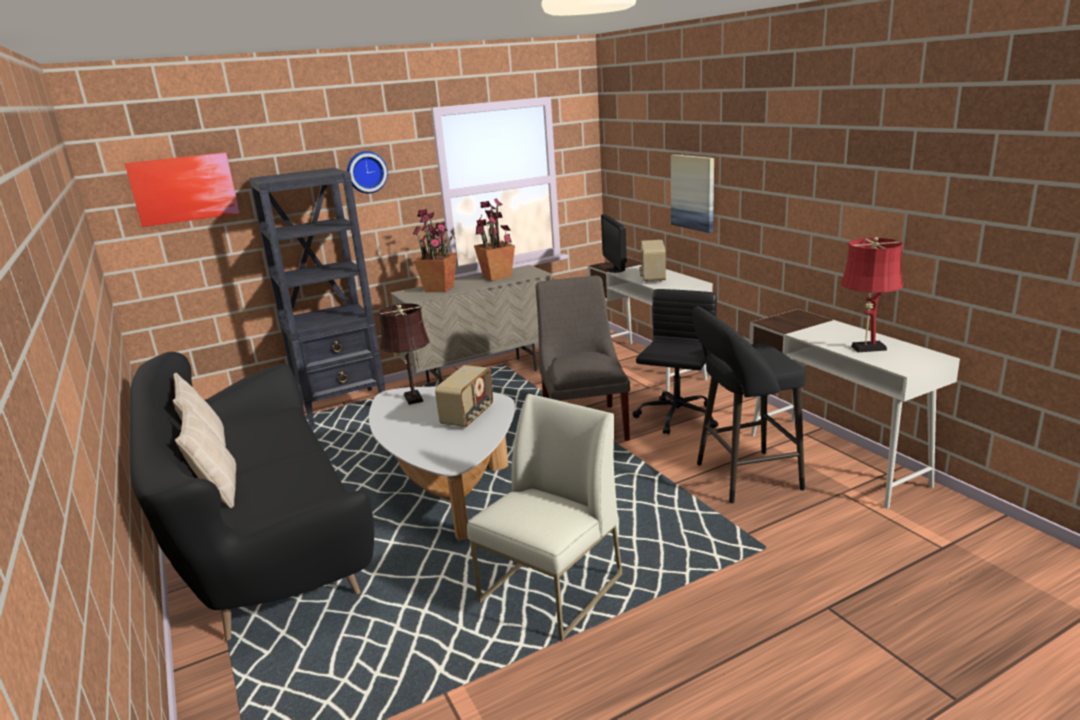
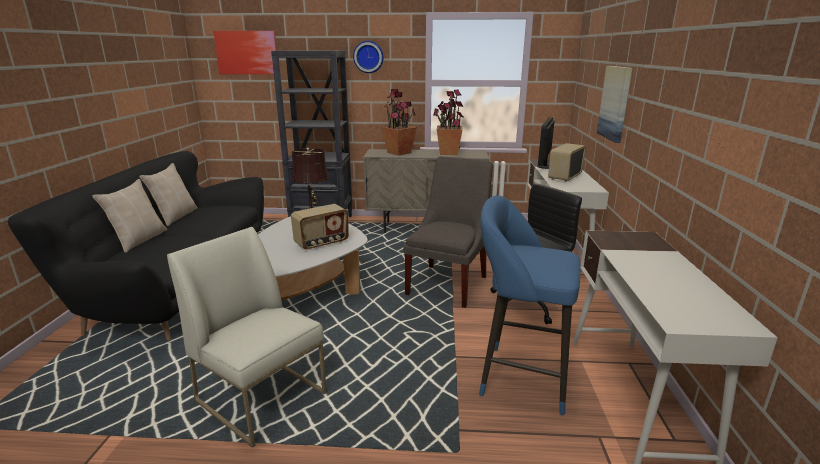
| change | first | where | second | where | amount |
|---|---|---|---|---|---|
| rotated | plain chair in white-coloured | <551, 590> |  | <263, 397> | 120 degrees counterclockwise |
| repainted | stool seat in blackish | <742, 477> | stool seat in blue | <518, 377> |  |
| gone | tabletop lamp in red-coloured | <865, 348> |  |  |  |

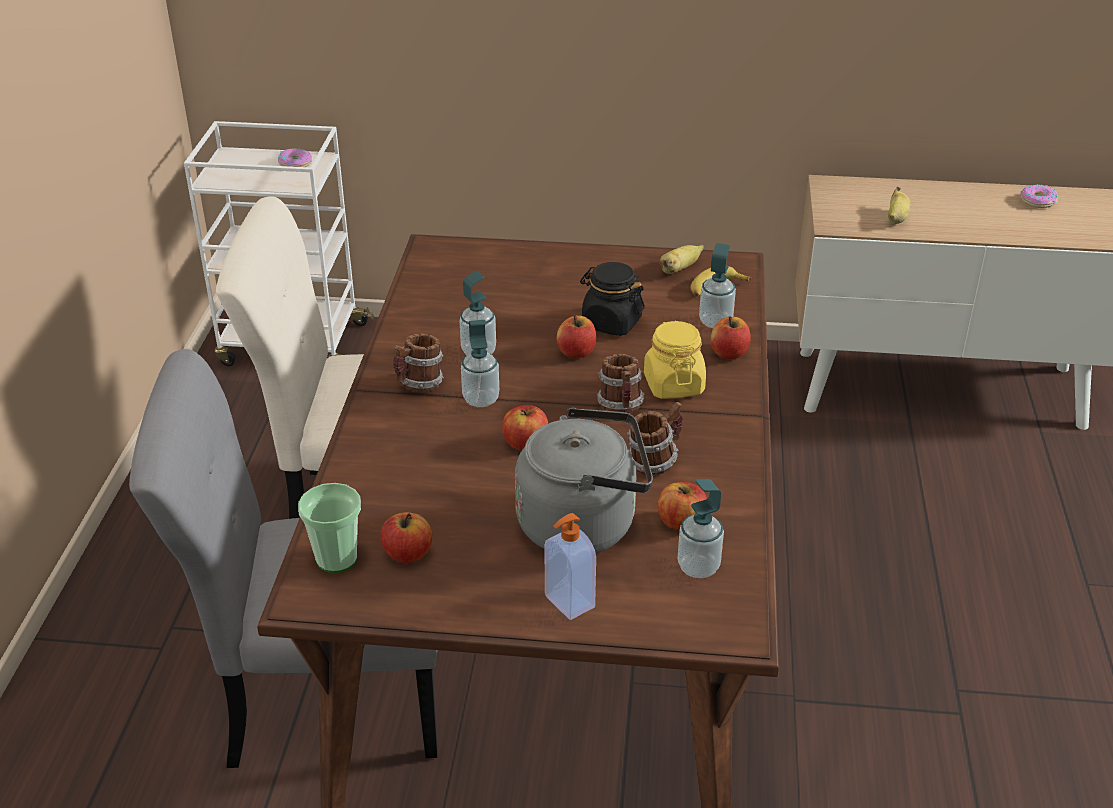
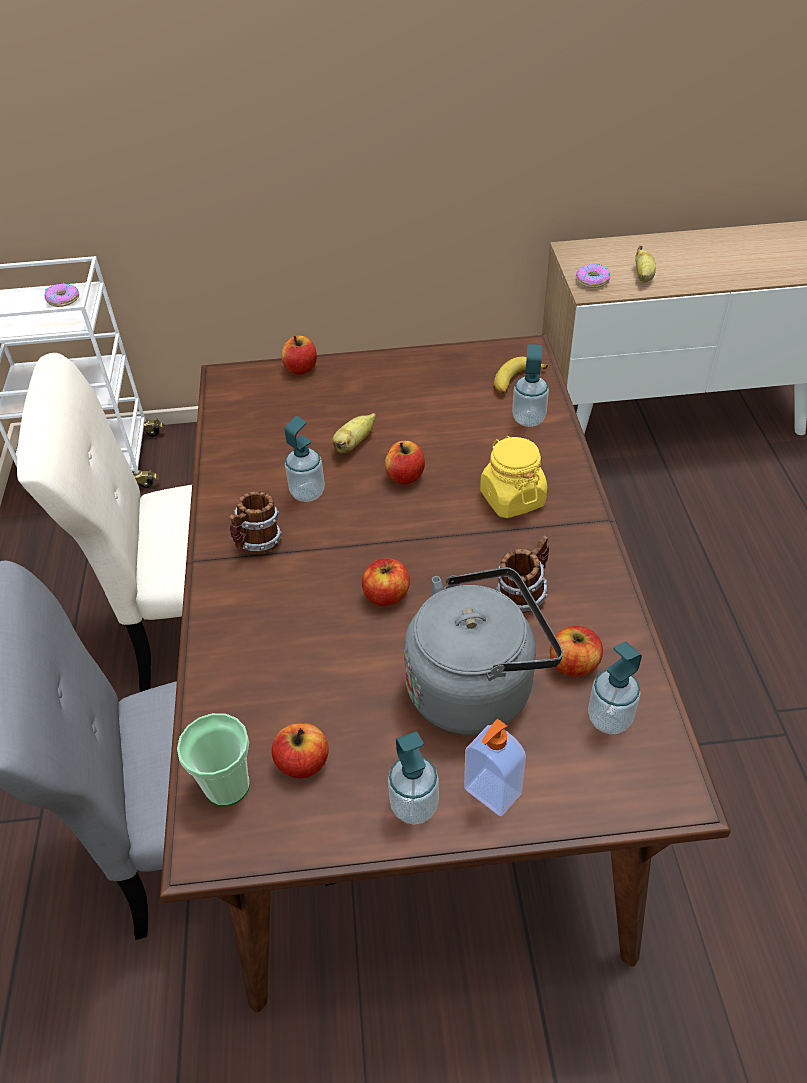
| change | first | where | second | where | amount |
|---|---|---|---|---|---|
| shifted | apple | <729, 353> |  | <301, 368> |  |
| shifted | banana | <679, 269> |  | <354, 443> |  |
| shifted | soap bottle | <481, 399> |  | <414, 806> |  |
| shifted | donut | <1038, 201> |  | <592, 281> |  |
| gone | preserve jar in blackish | <611, 322> |  |  |  |
| gone | tea mug | <621, 407> |  |  |  |

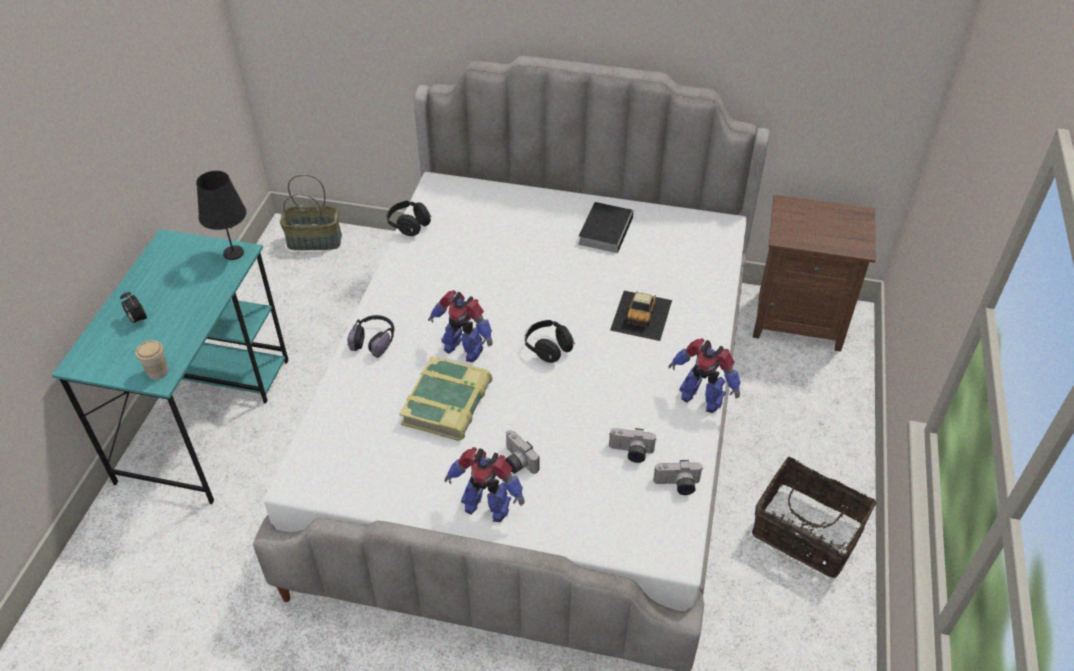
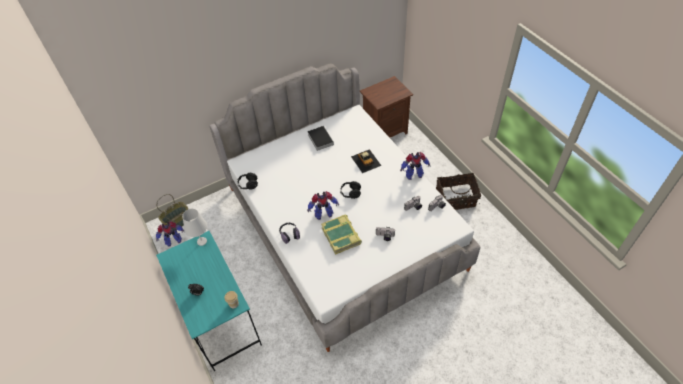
| change | first | where | second | where | amount |
|---|---|---|---|---|---|
| shifted | robot figure | <486, 506> |  | <173, 241> |  |
| repainted | tabletop lamp in blackish | <233, 253> | tabletop lamp in white-coloured | <202, 241> |  |

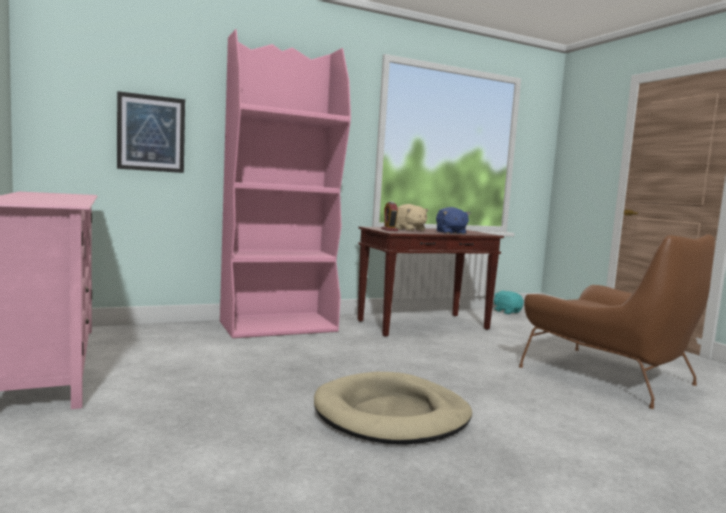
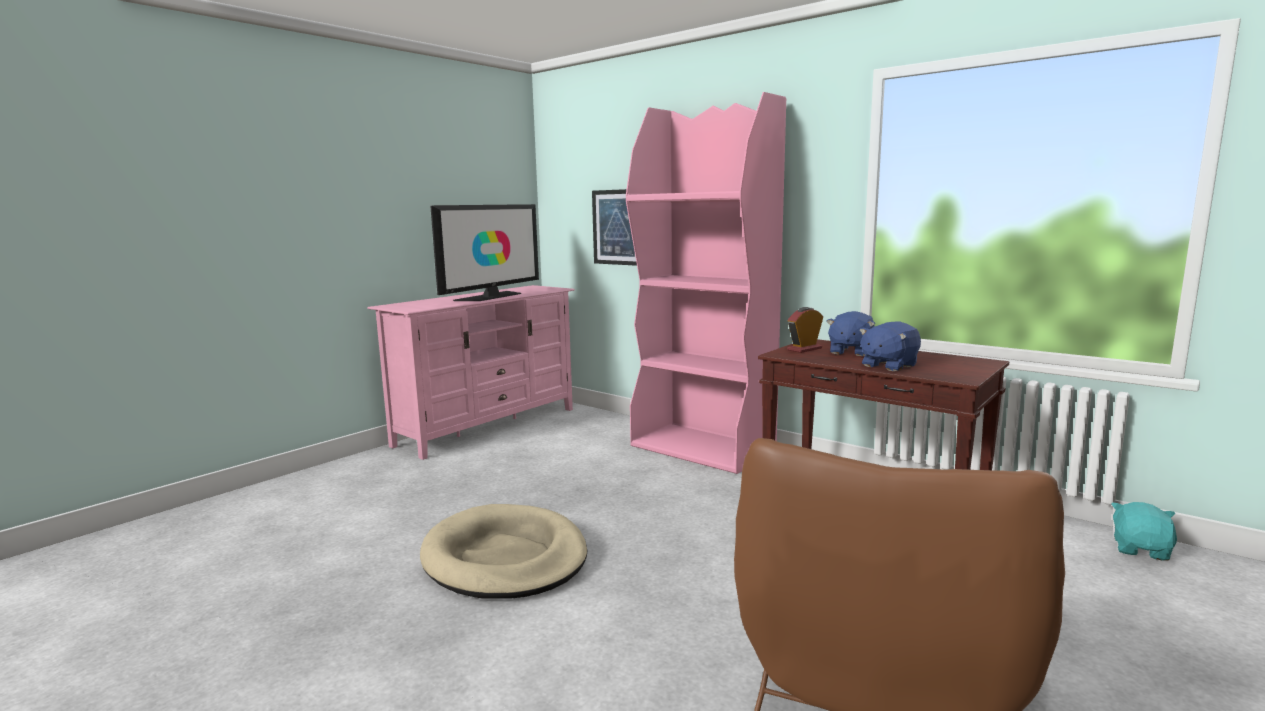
| change | first | where | second | where | amount |
|---|---|---|---|---|---|
| new |  |  | television | <491, 296> |  |
| repainted | plush toy in beige-coloured | <409, 229> | plush toy in blue | <850, 352> |  |

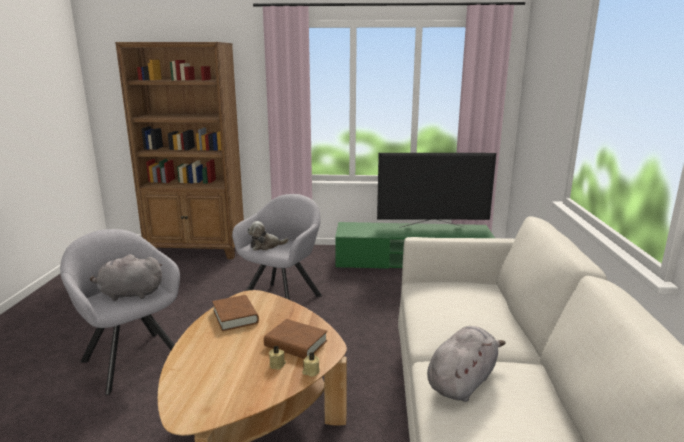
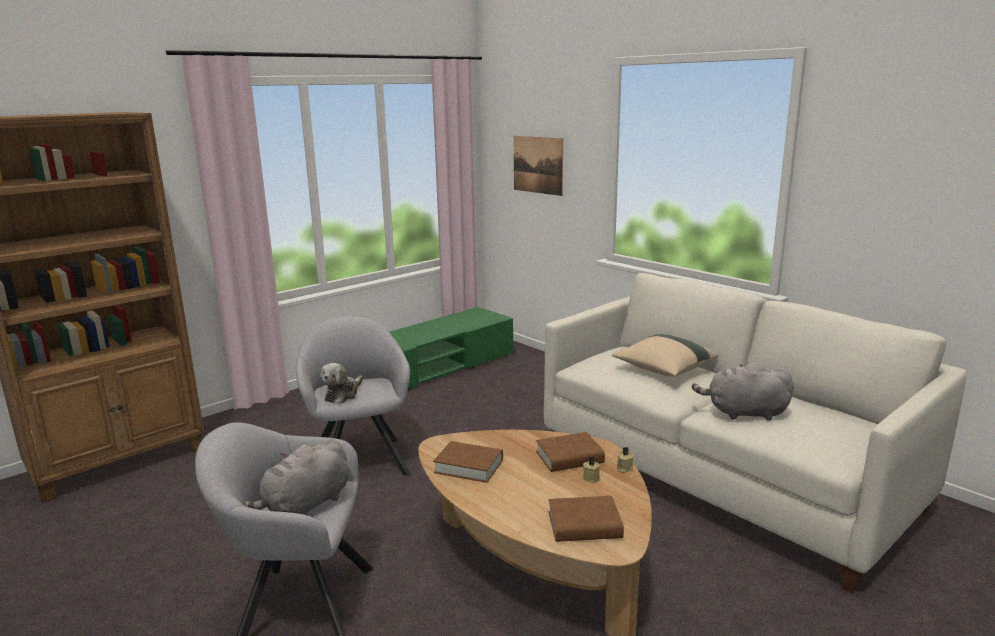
| change | first | where | second | where | amount |
|---|---|---|---|---|---|
| new |  |  | wall art | <538, 165> |  |
| new |  |  | volume in brownish | <584, 525> |  |
| new |  |  | cushion in beige-coloured | <663, 370> |  |
| rotated | plush toy in gray | <462, 381> |  | <743, 413> | 75 degrees counterclockwise |
| gone | television | <432, 227> |  |  |  |

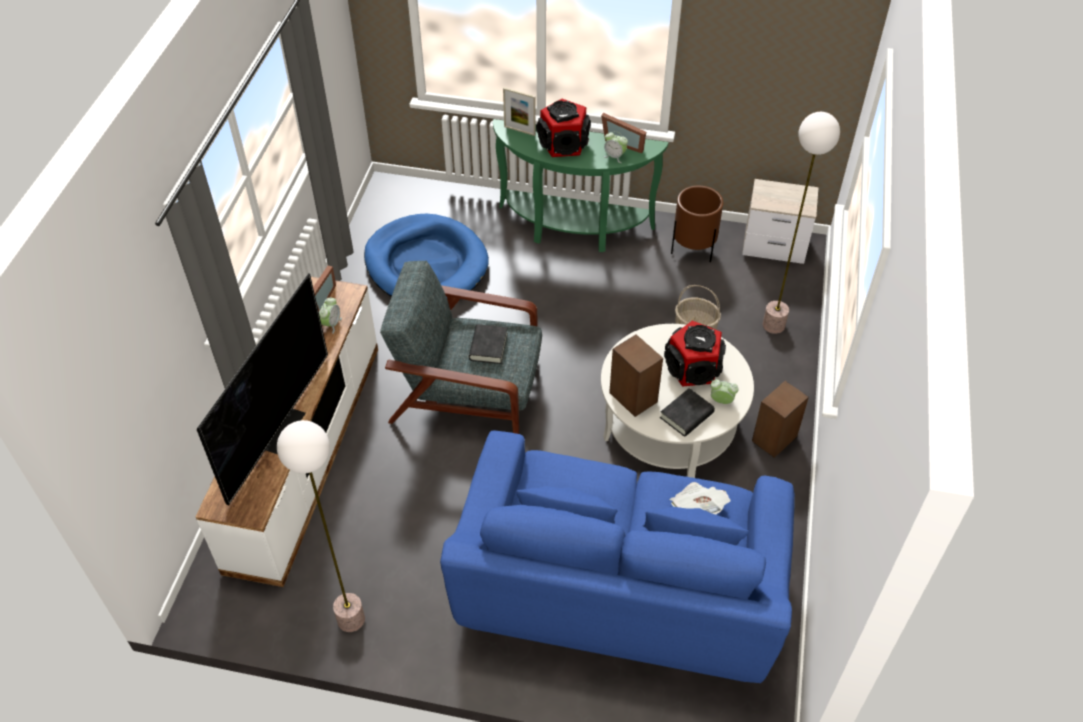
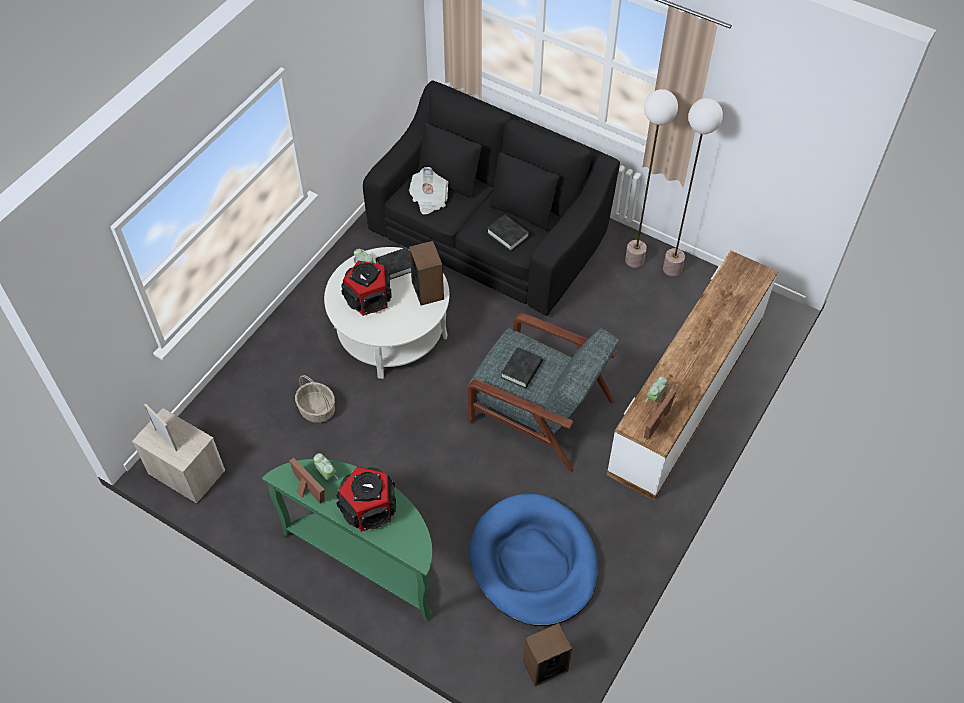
| change | first | where | second | where | amount |
|---|---|---|---|---|---|
| shifted | picture frame | <519, 130> |  | <166, 440> |  |
| repainted | couch in blue | <619, 589> | couch in blackish | <488, 236> |  |
| new |  |  | volume in blackish | <508, 234> |  |
| shifted | speaker | <774, 439> |  | <545, 666> |  |
| shifted | standing lamp | <773, 325> |  | <635, 260> |  |
| gone | television | <279, 428> |  |  |  |
| gone | planter in brownish | <693, 250> |  |  |  |

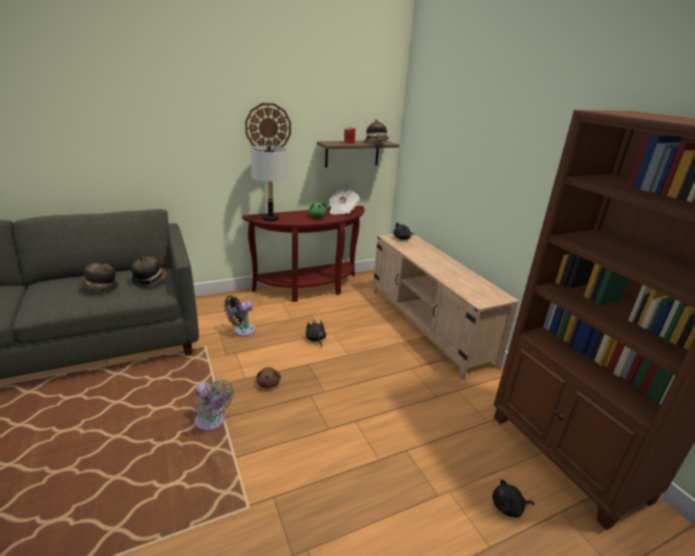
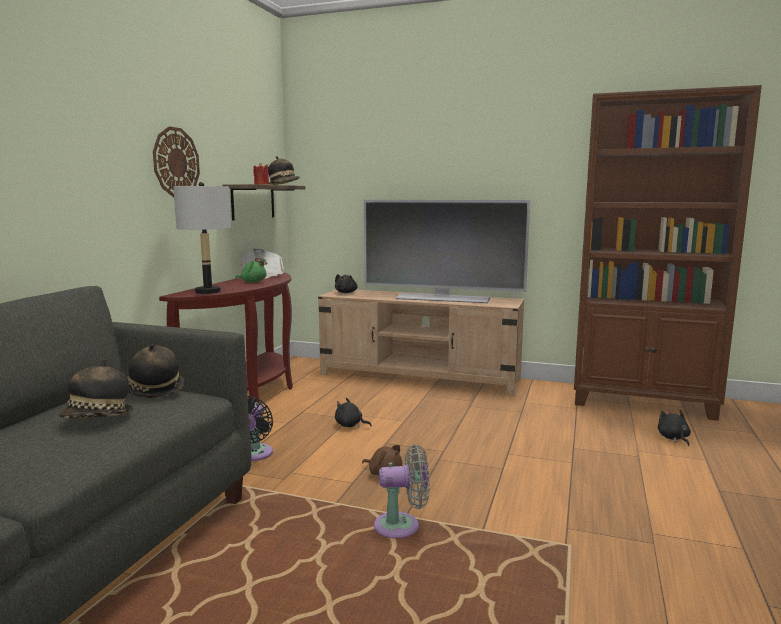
| change | first | where | second | where | amount |
|---|---|---|---|---|---|
| new |  |  | television | <443, 298> |  |
| rotated | plush toy in blackish | <508, 507> |  | <673, 438> | 135 degrees clockwise |

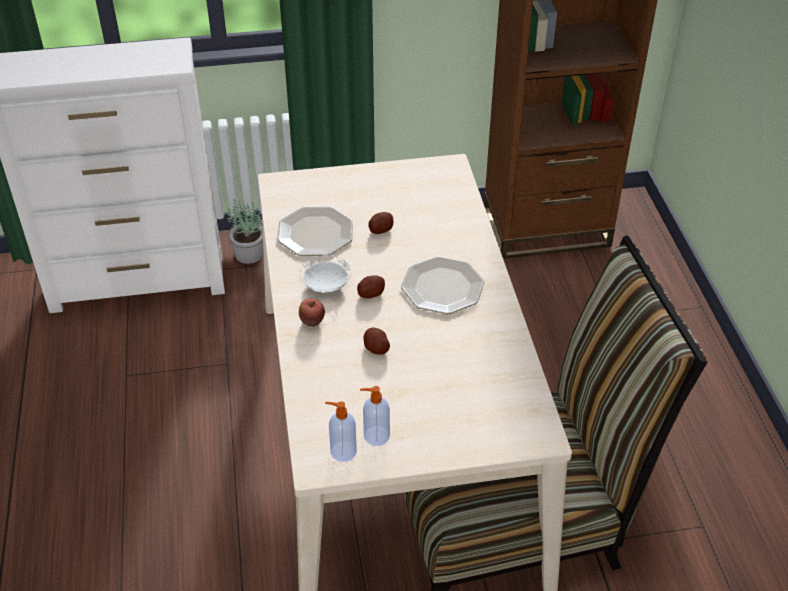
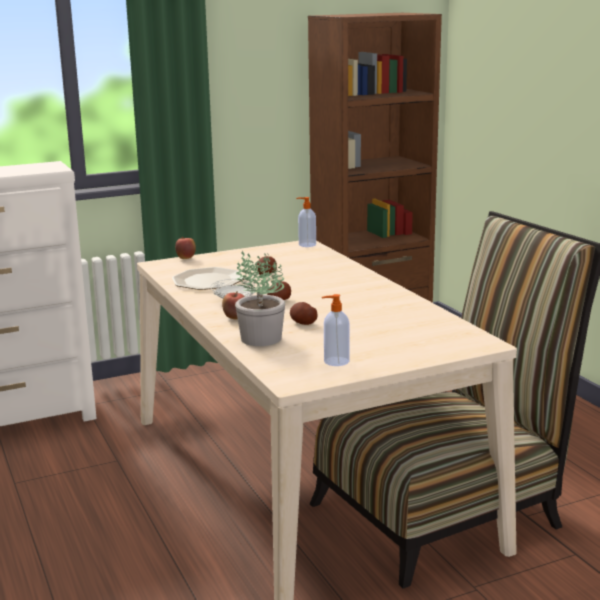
| change | first | where | second | where | amount |
|---|---|---|---|---|---|
| new |  |  | apple | <186, 258> |  |
| shifted | potted plant | <248, 254> |  | <260, 339> |  |
| shifted | soap bottle | <342, 451> |  | <306, 245> |  |
| gone | plate | <441, 287> |  |  |  |

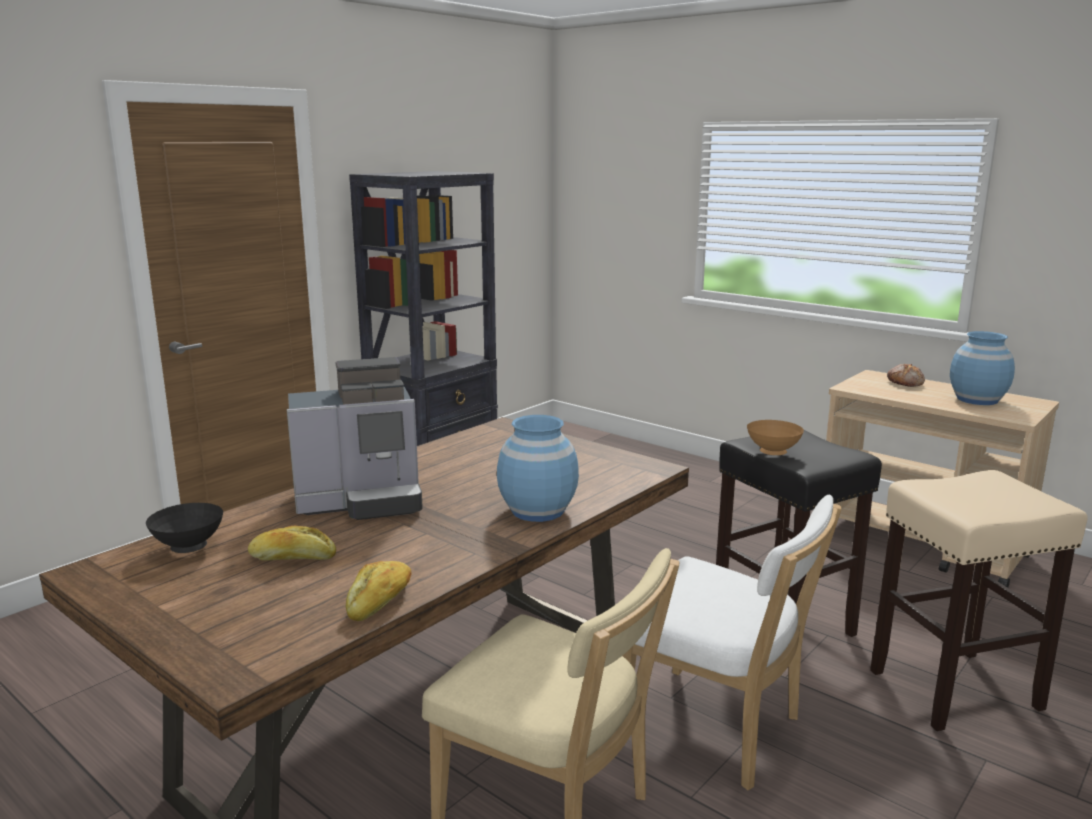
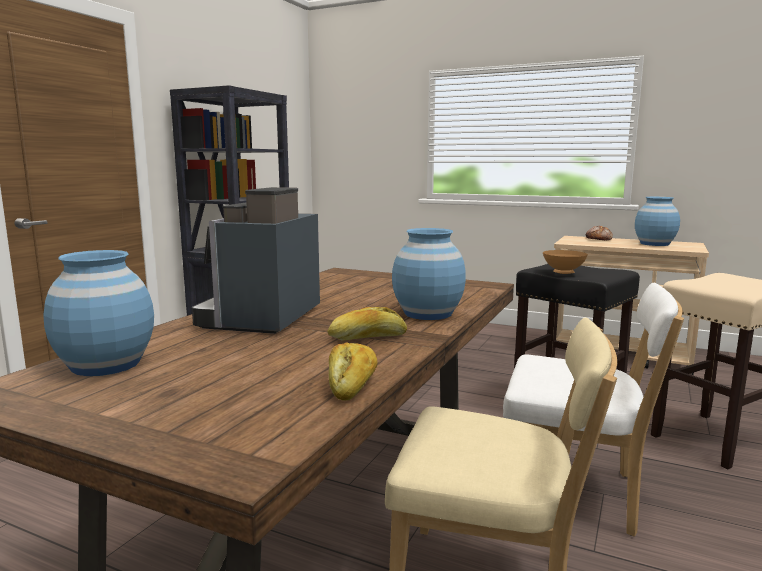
| change | first | where | second | where | amount |
|---|---|---|---|---|---|
| swapped | serving bowl in blackish | <189, 548> | flower vase in blue | <105, 364> |  |
| rotated | coffee brewer | <362, 501> |  | <262, 319> | 135 degrees clockwise |
| shifted | bakery bread | <292, 558> |  | <367, 338> |  |

